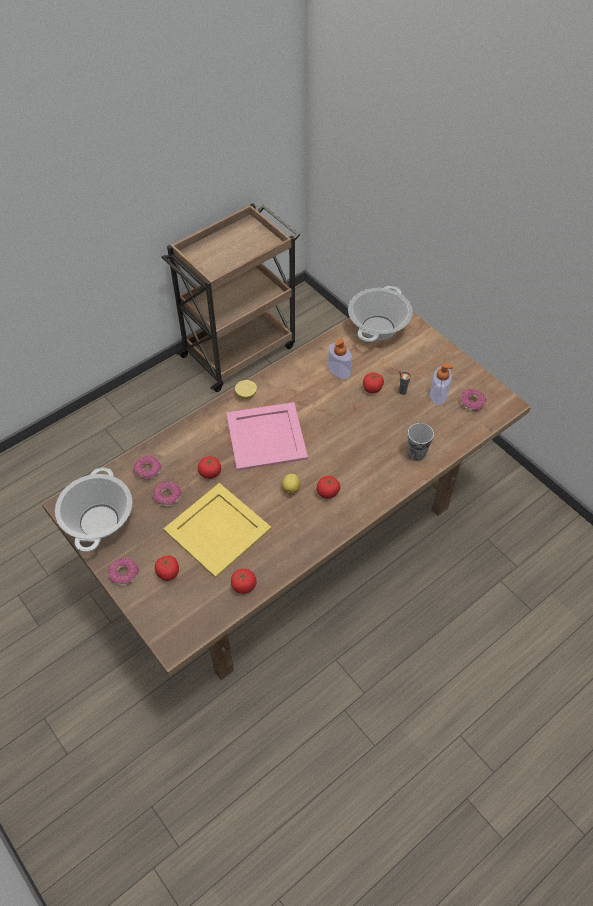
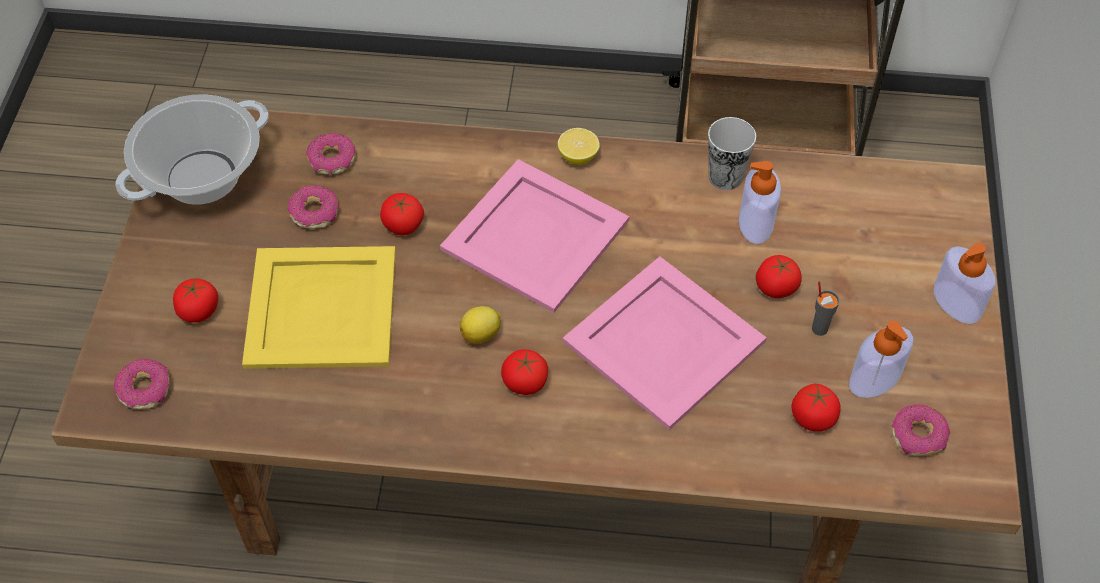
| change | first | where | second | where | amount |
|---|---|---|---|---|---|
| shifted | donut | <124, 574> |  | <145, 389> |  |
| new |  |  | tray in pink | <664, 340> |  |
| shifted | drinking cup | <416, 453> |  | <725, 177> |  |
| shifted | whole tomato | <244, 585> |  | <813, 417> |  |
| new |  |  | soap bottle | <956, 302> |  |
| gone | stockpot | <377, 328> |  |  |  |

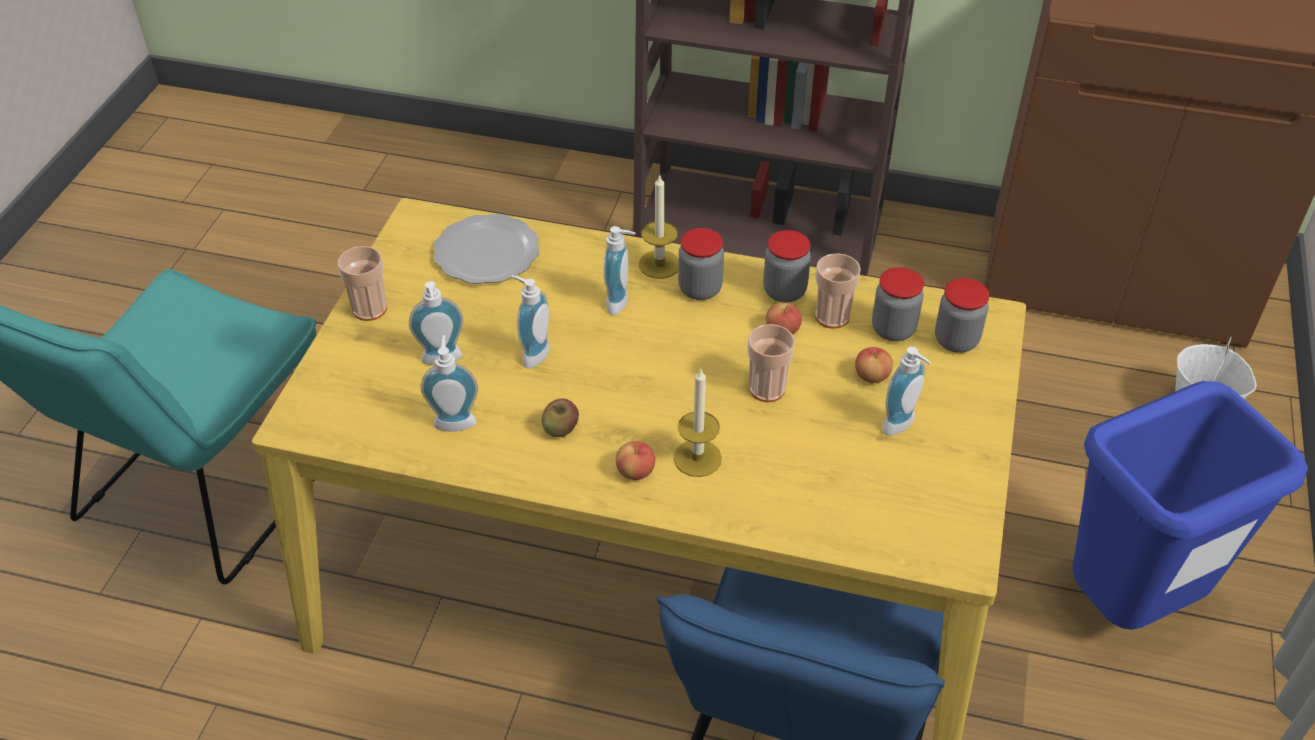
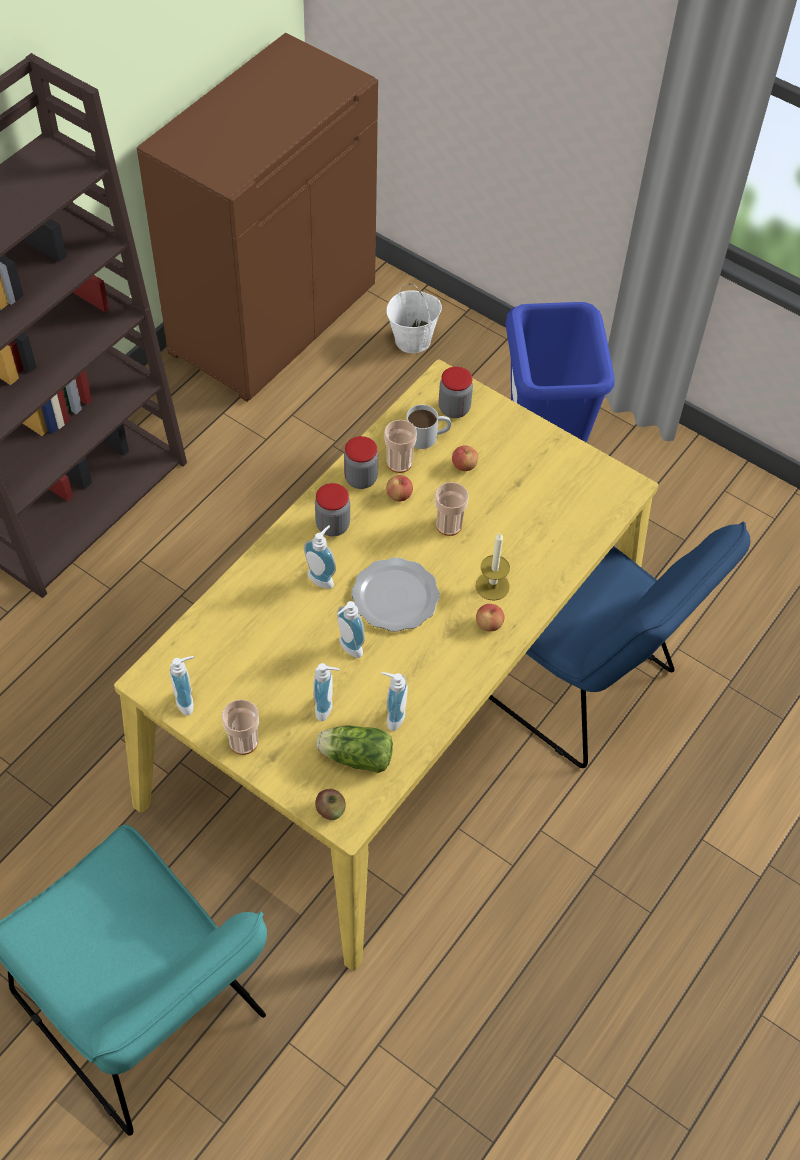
| change | first | where | second | where | amount |
|---|---|---|---|---|---|
| shifted | soap bottle | <902, 426> |  | <188, 701> |  |
| shifted | apple | <561, 429> |  | <330, 810> |  |
| new |  |  | head of lettuce | <354, 756> |  |
| shifted | plate | <485, 252> |  | <394, 597> |  |
| swapped | preserve jar | <893, 329> | tea mug in white-coloured | <428, 436> |  |
| gone | candle | <659, 264> |  |  |  |

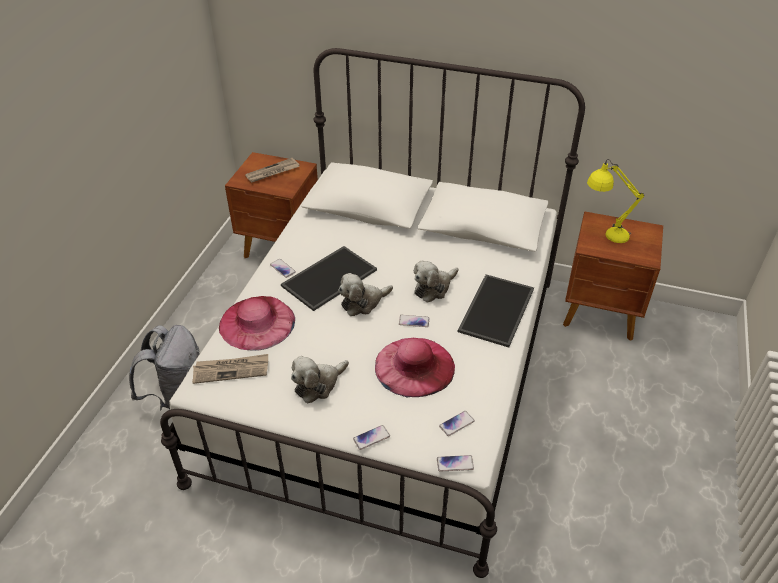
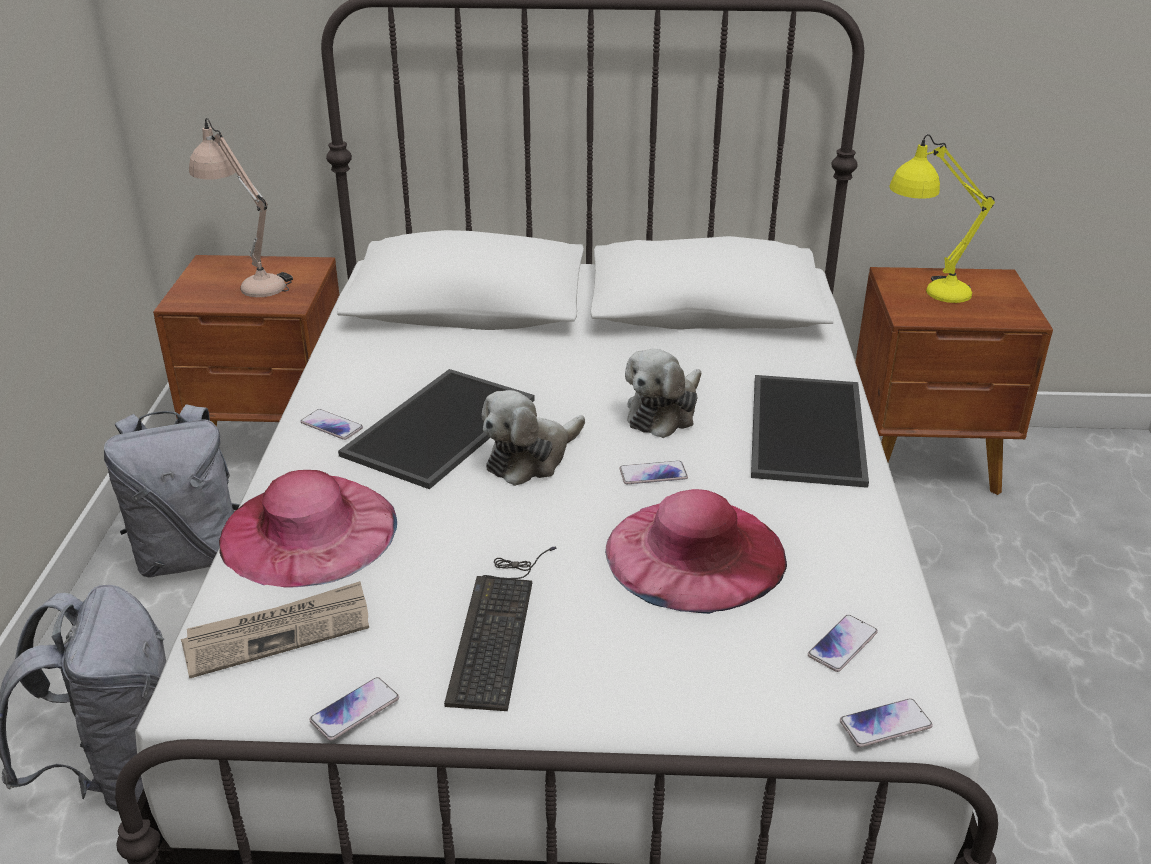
| change | first | where | second | where | amount |
|---|---|---|---|---|---|
| new |  |  | knapsack in gray | <191, 555> |  |
| swapped | daily paper | <272, 172> | tabletop lamp in beige-coloured | <249, 280> |  |
| shifted | telephone | <371, 438> |  | <355, 710> |  |
| swapped | plush toy | <318, 384> | computer keyboard | <498, 625> |  |

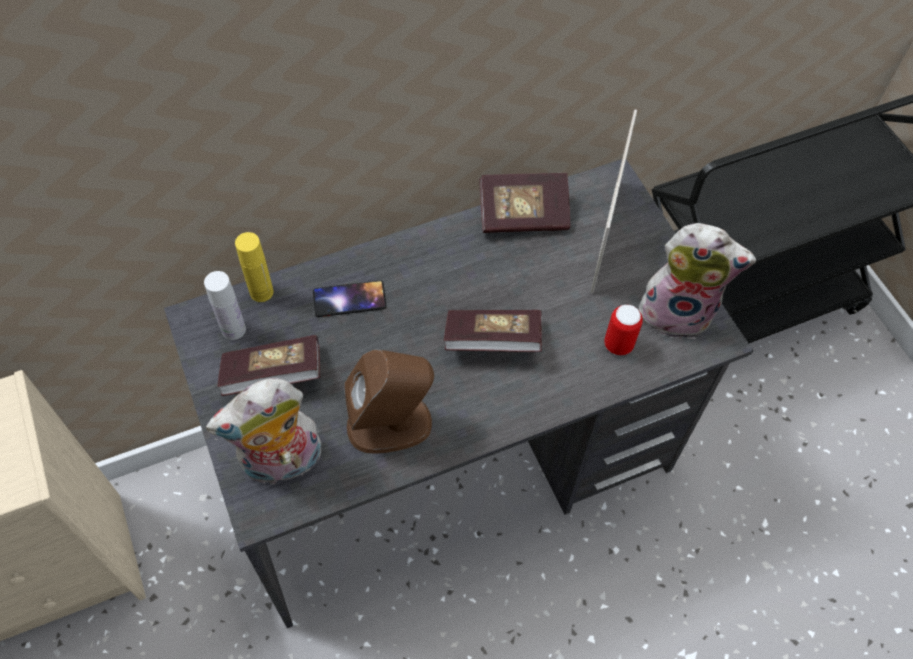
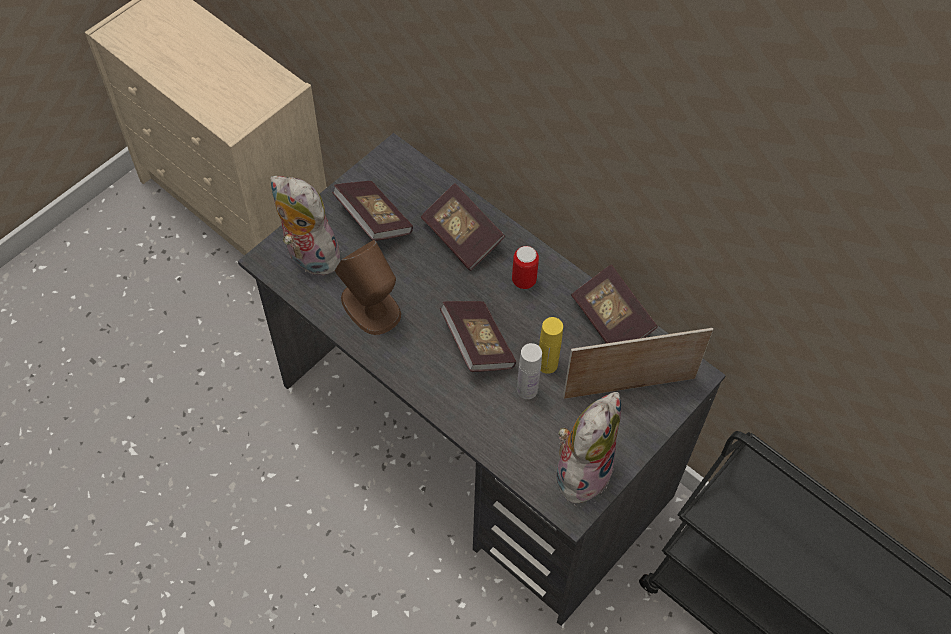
| change | first | where | second | where | amount |
|---|---|---|---|---|---|
| swapped | telephone | <349, 299> | volume | <462, 237> |  |
| shifted | can | <618, 345> |  | <524, 280> |  |
| shifted | drink bottle in white-coloured | <233, 329> |  | <527, 389> |  |
| shifted | drink bottle in yellow-coloured | <261, 292> |  | <547, 364> |  |
| rotated | plush toy | <678, 311> |  | <581, 469> | 135 degrees counterclockwise |

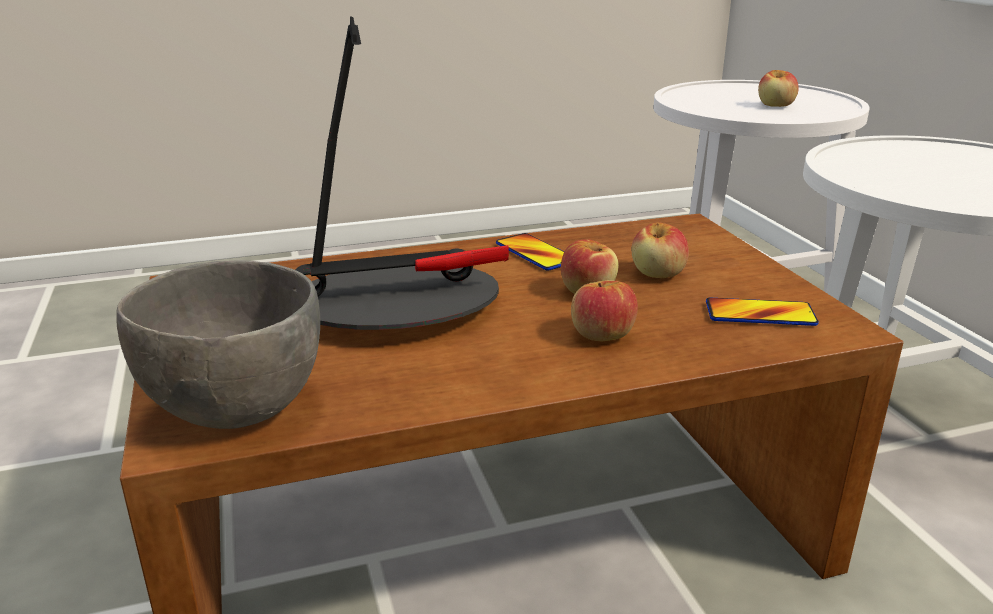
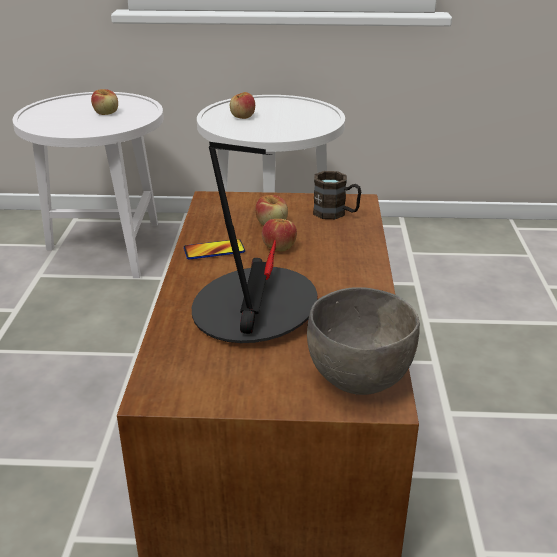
| change | first | where | second | where | amount |
|---|---|---|---|---|---|
| shifted | apple | <601, 335> |  | <243, 117> |  |
| swapped | telephone | <760, 314> | tea mug in brownish | <336, 213> |  |

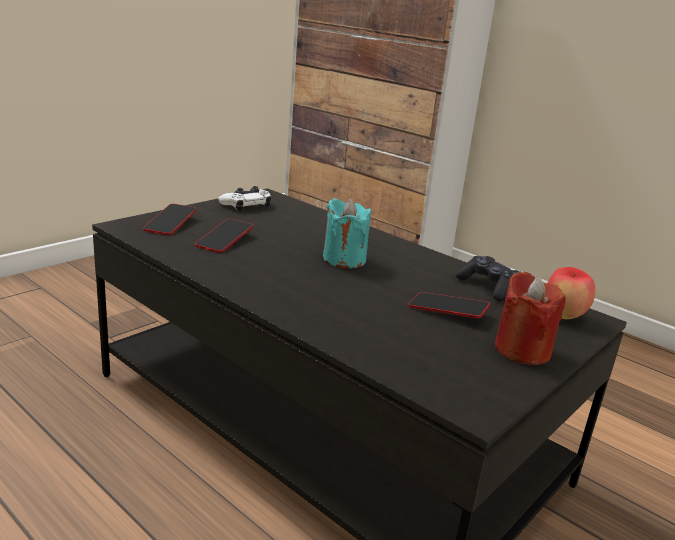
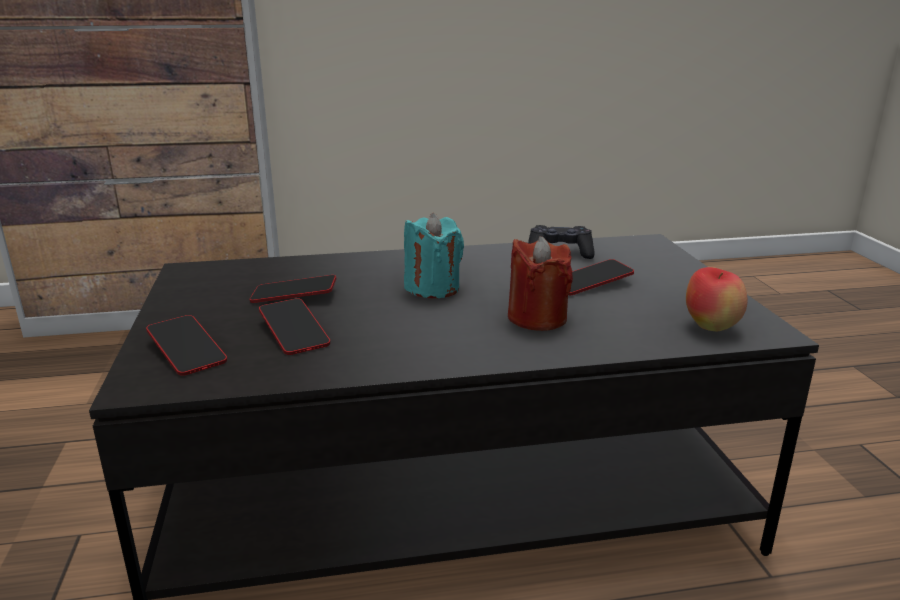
| change | first | where | second | where | amount |
|---|---|---|---|---|---|
| new |  |  | telephone | <294, 295> |  |
| shifted | candle in red-coloured | <522, 350> |  | <537, 318> |  |
| shifted | apple | <563, 316> |  | <711, 327> |  |
| gone | joypad in white-coloured | <246, 204> |  |  |  |

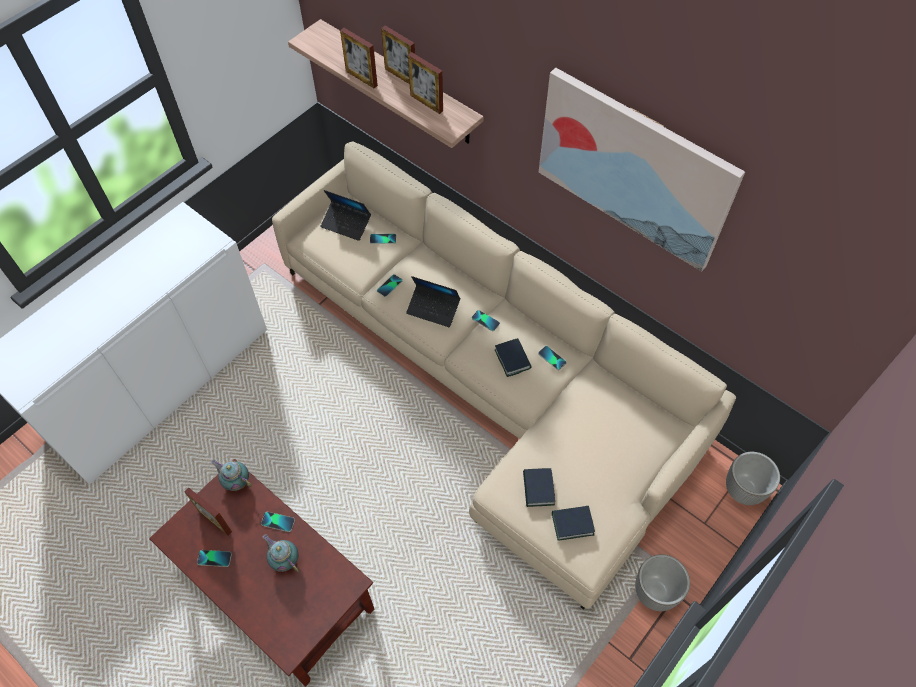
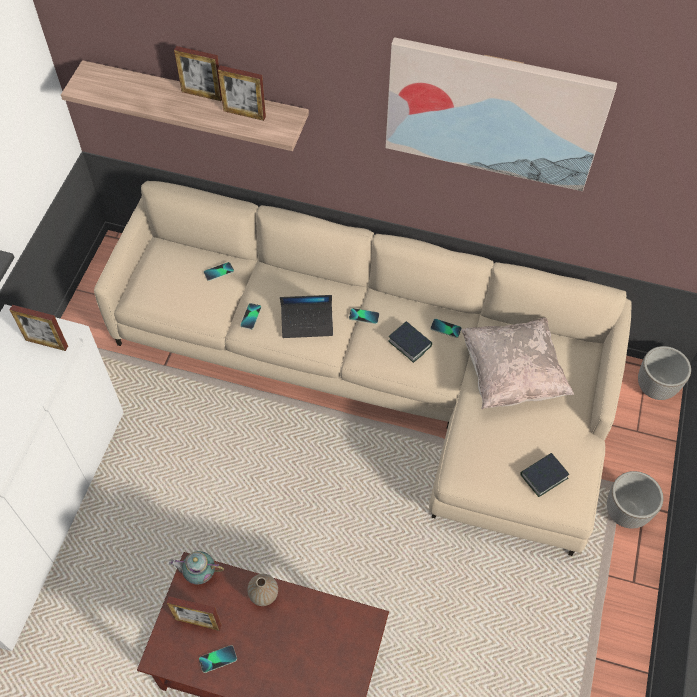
| change | first | where | second | where | amount |
|---|---|---|---|---|---|
| shifted | picture frame | <361, 78> |  | <46, 343> |  |
| swapped | telephone | <278, 522> | flower vase | <263, 594> |  |
| new |  |  | cushion in beige-coloured | <511, 375> |  |
| gone | pot for tea | <285, 560> |  |  |  |
| gone | portable computer | <346, 224> |  |  |  |
| gone | volume | <538, 489> |  |  |  |

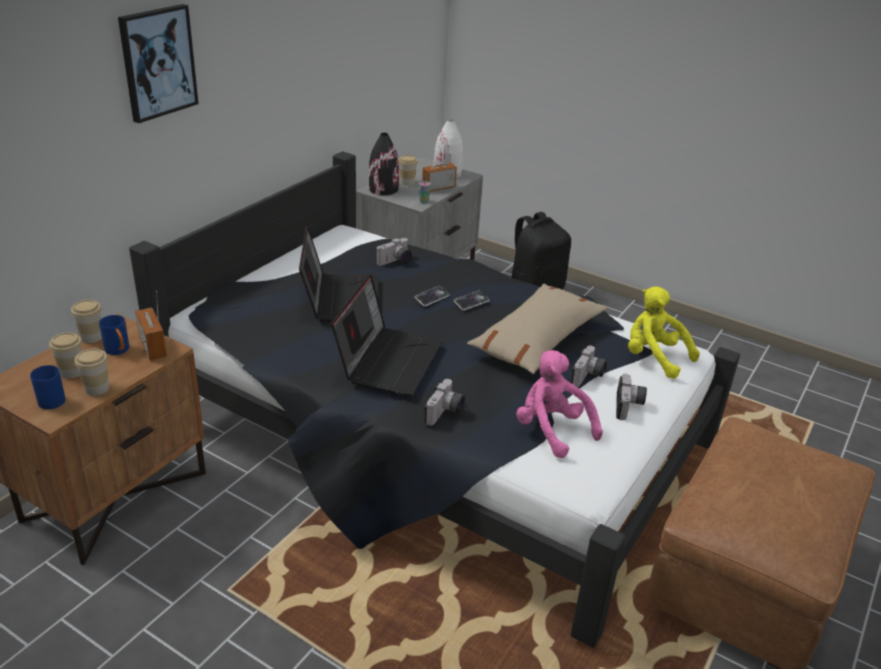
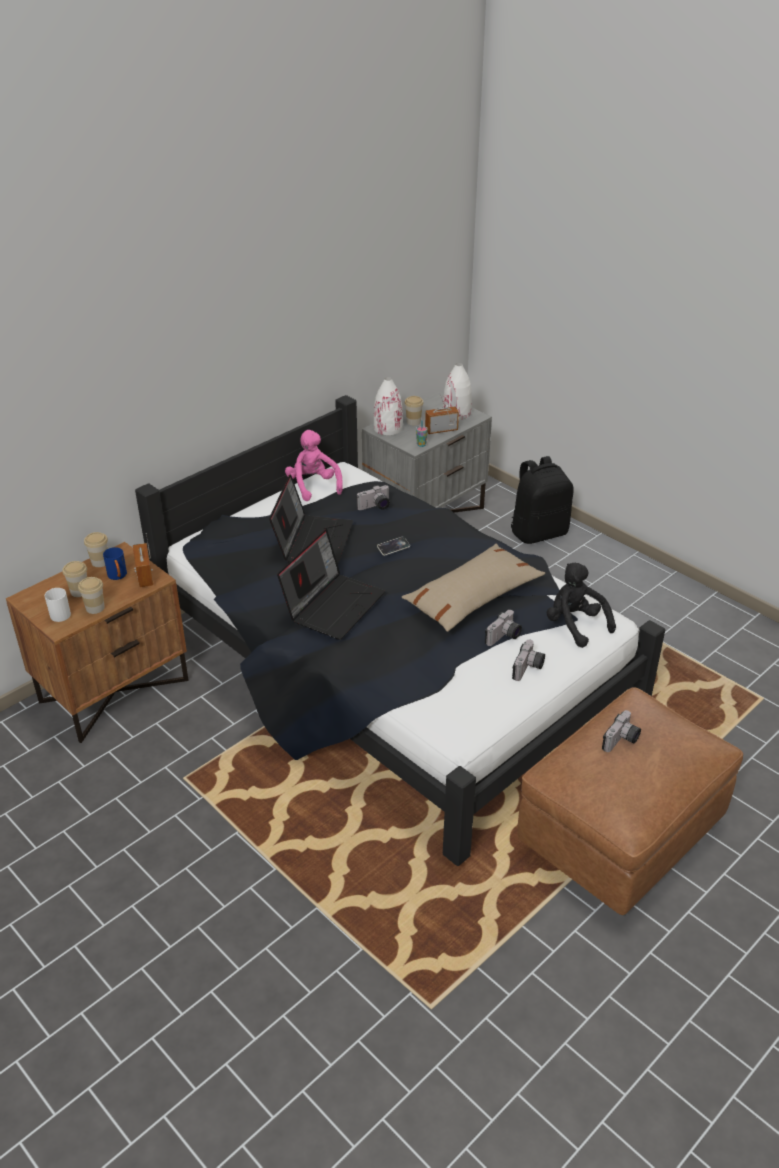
| change | first | where | second | where | amount |
|---|---|---|---|---|---|
| repainted | tea mug in blue | <48, 399> | tea mug in white-coloured | <58, 613> |  |
| shifted | plush toy in pink | <551, 430> |  | <313, 486> |  |
| repainted | flower vase in blackish | <383, 189> | flower vase in white-coloured | <388, 428> |  |
| repainted | plush toy in yellow-coloured | <653, 358> | plush toy in blackish | <575, 625> |  |
| shifted | still camera | <445, 413> |  | <621, 741> |  |
| gone | wall art | <157, 62> |  |  |  |
| gone | telephone | <471, 302> |  |  |  |

